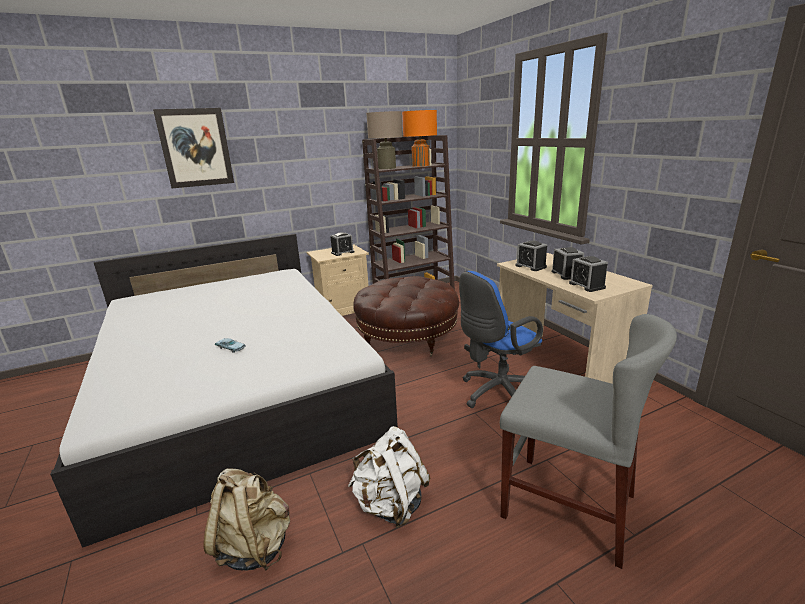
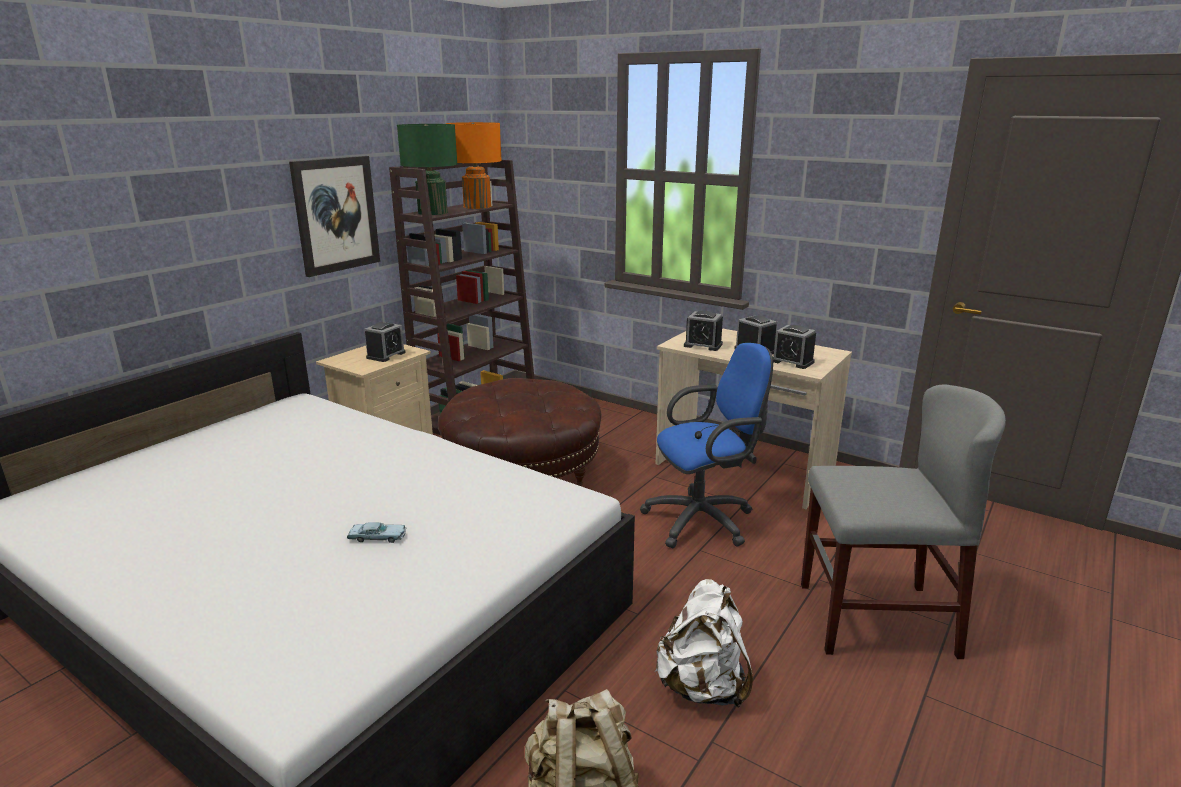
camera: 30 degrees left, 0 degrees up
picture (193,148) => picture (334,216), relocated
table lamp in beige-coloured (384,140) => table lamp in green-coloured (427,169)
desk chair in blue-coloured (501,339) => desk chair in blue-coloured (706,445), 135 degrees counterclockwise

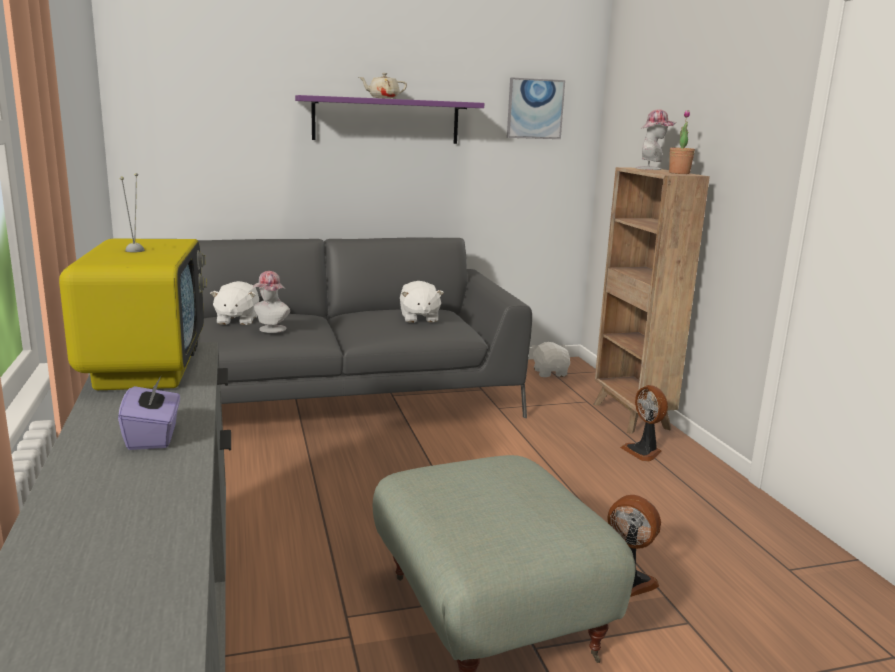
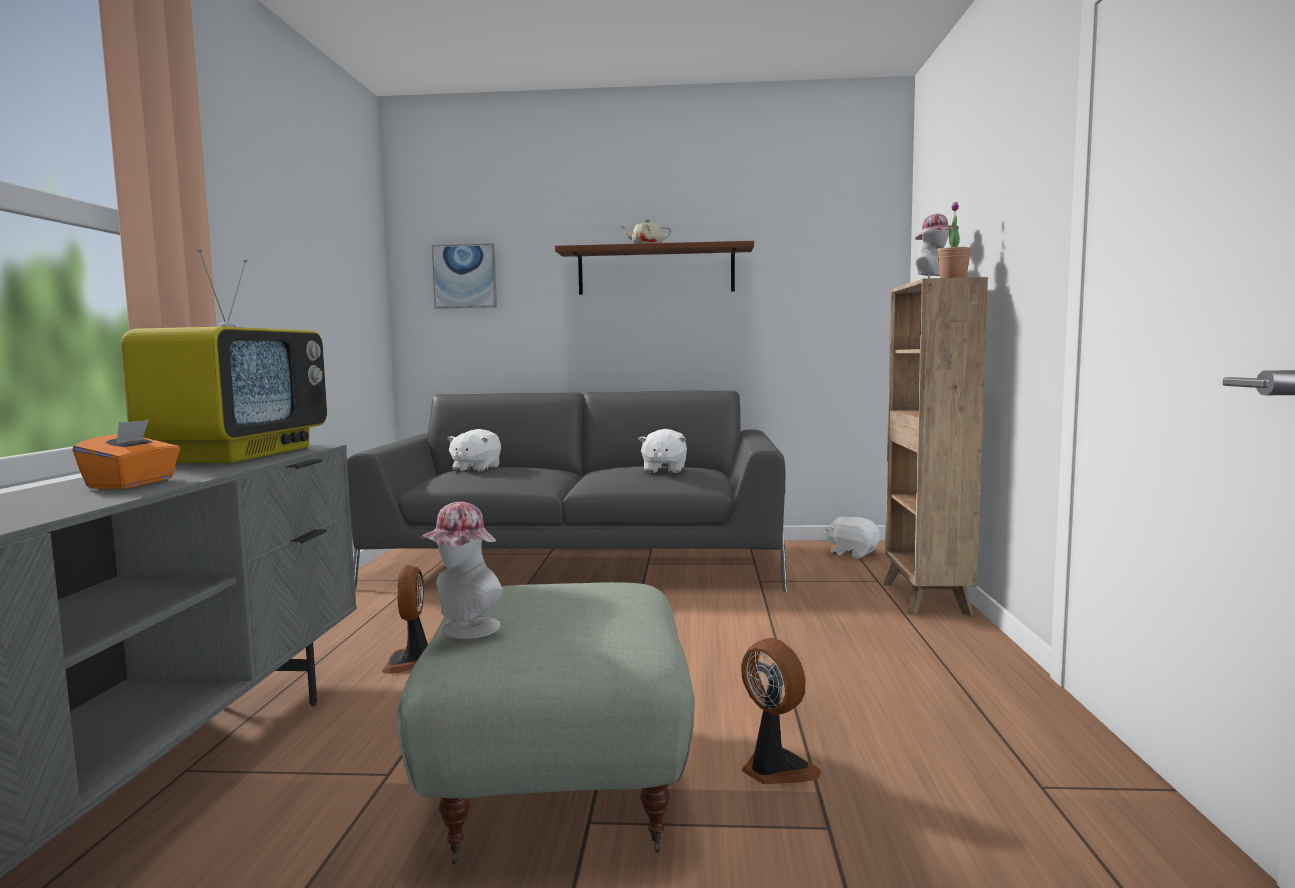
camera: 20 degrees right, 10 degrees down
clothing hat (271,302) => clothing hat (461,570), relocated
picture (536,108) => picture (464,276), relocated
cooling fan (644,423) => cooling fan (405,619), relocated
tissue box in purplish (149,413) => tissue box in orangey (126,454)
shelf in purplish (389,119) => shelf in brown-coloured (654,268)
cuddly toy in whitish (550,359) => cuddly toy in whitish (852,537), 60 degrees counterclockwise

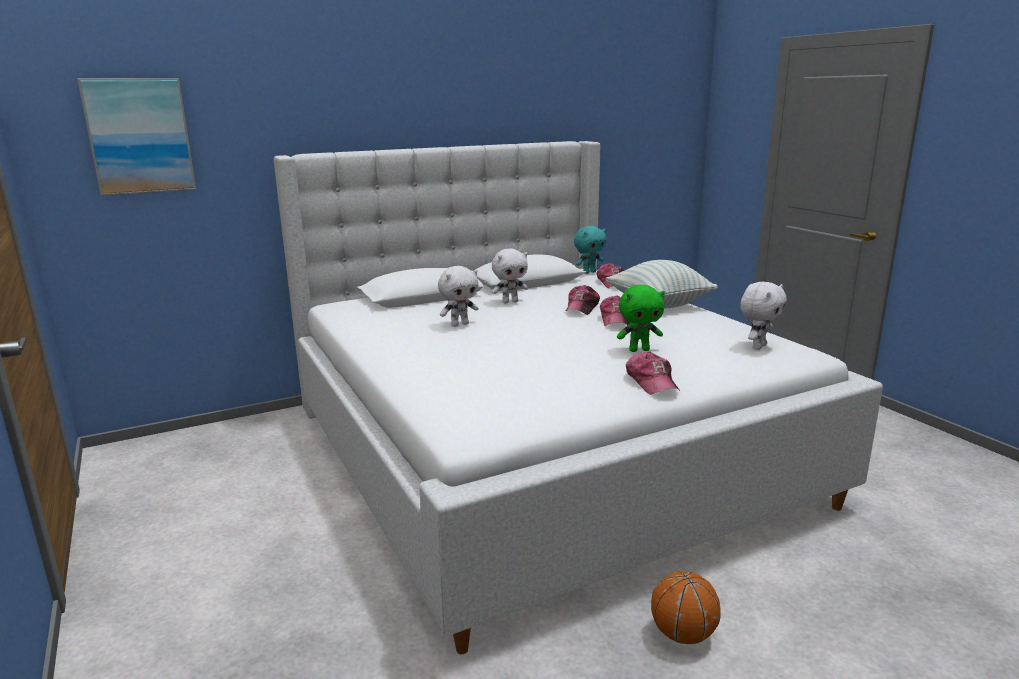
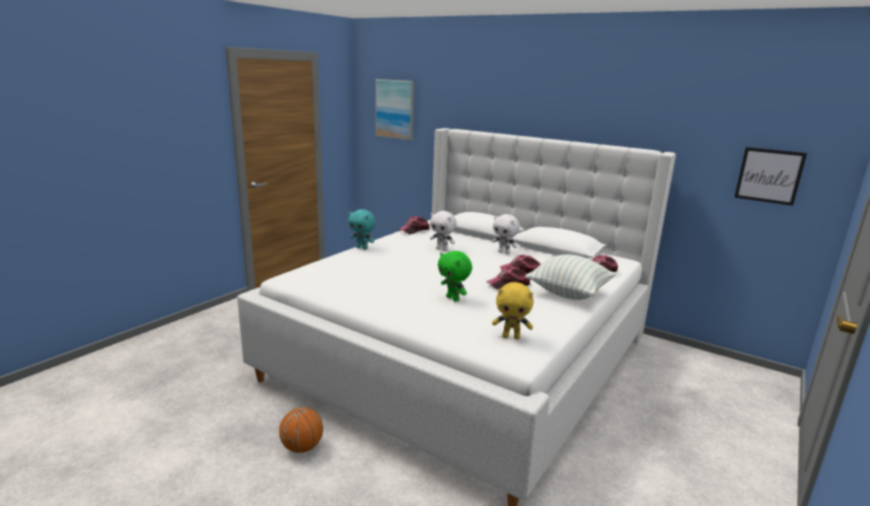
camera: 60 degrees right, 0 degrees up
nothing => picture (770,176)
cuddly toy in turquoise (590,250) => cuddly toy in turquoise (362,229), relocated
baseball cap (653,373) => baseball cap (414,225), relocated
cuddly toy in whitish (763,316) => cuddly toy in yellow (513,310)

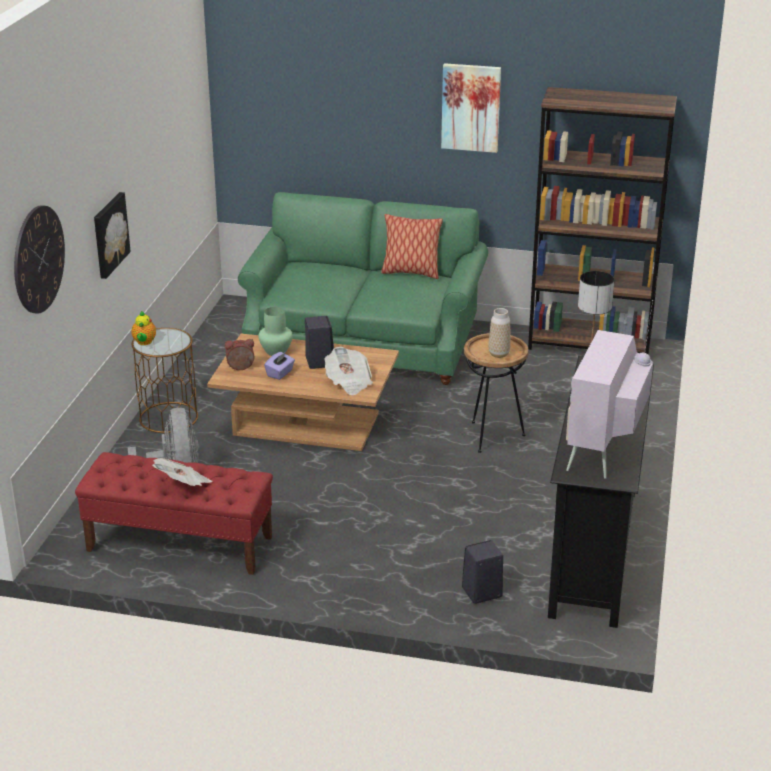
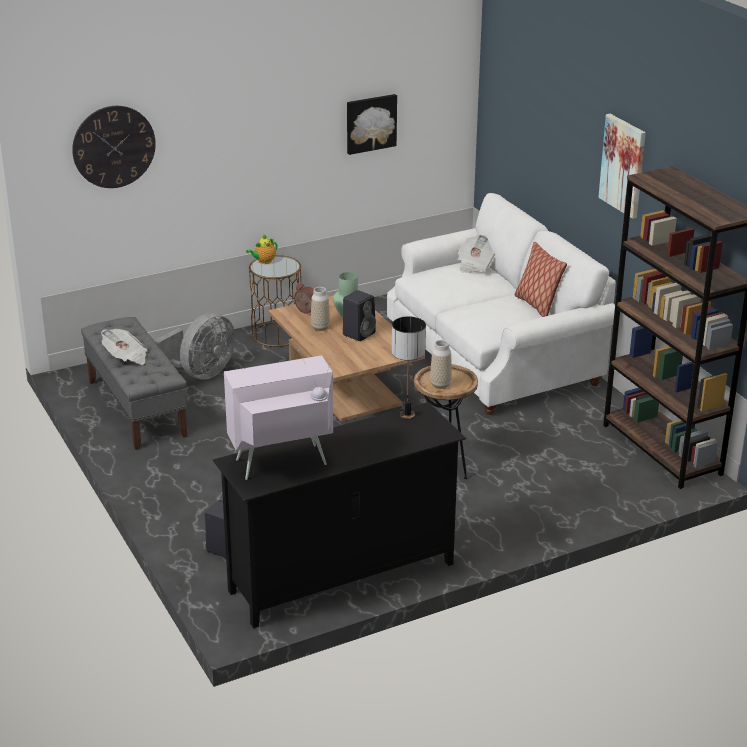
camera: 50 degrees right, 0 degrees up
picture (112,235) => picture (372,124), relocated
daily paper (348,371) => daily paper (476,254), relocated
tissue box in purplish (279,366) => vase (320,309)
bench in reddish (174,513) => bench in gray (134,383)
settee in green-coloured (363,288) => settee in whitish (501,304)

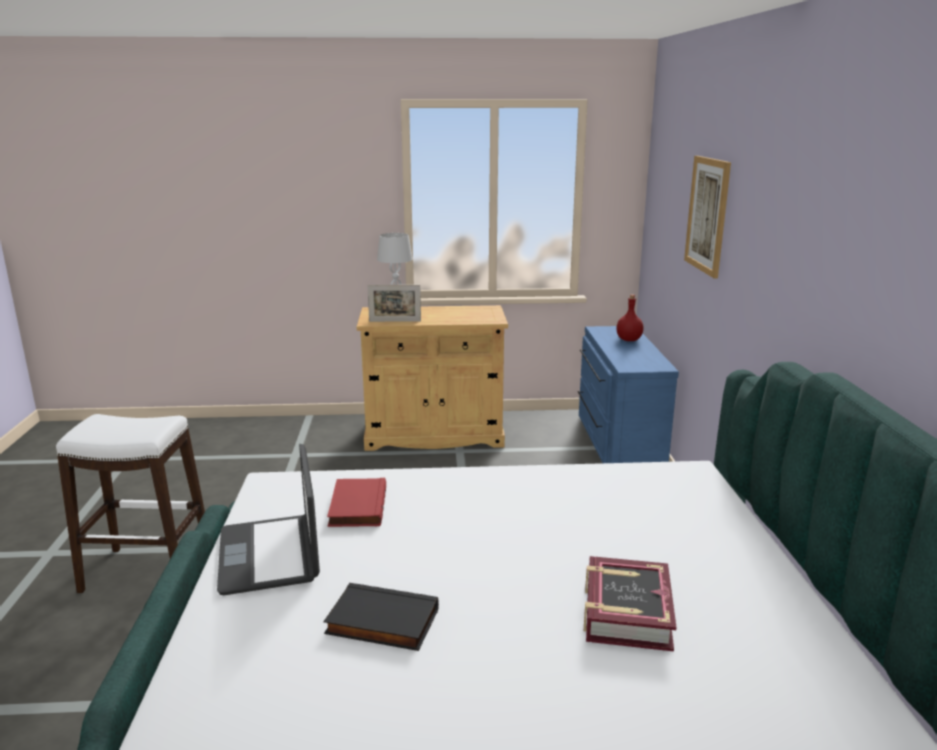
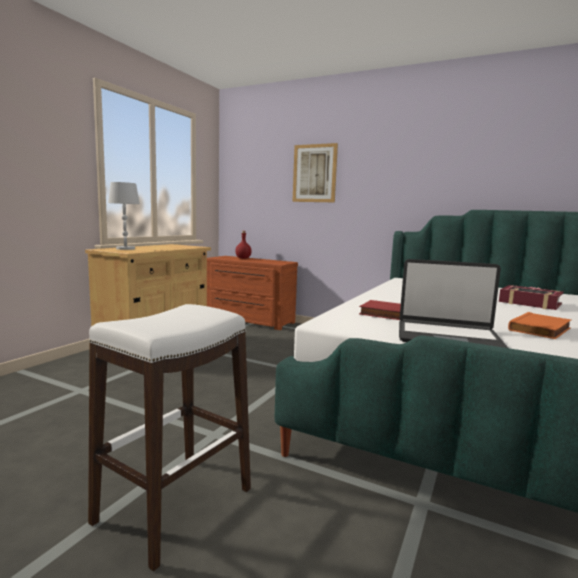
camera: 60 degrees left, 10 degrees down
standing frame (394,303) => nothing
volume in black-coloured (381,617) => volume in orangey (539,325)
chest of drawers in blue-coloured (628,394) => chest of drawers in brown-coloured (252,293)

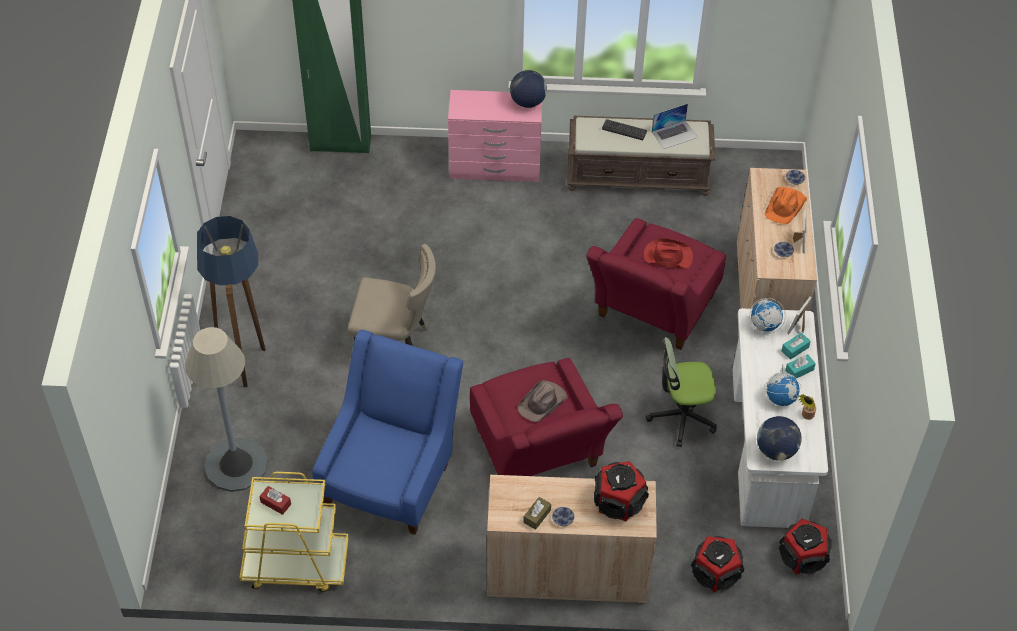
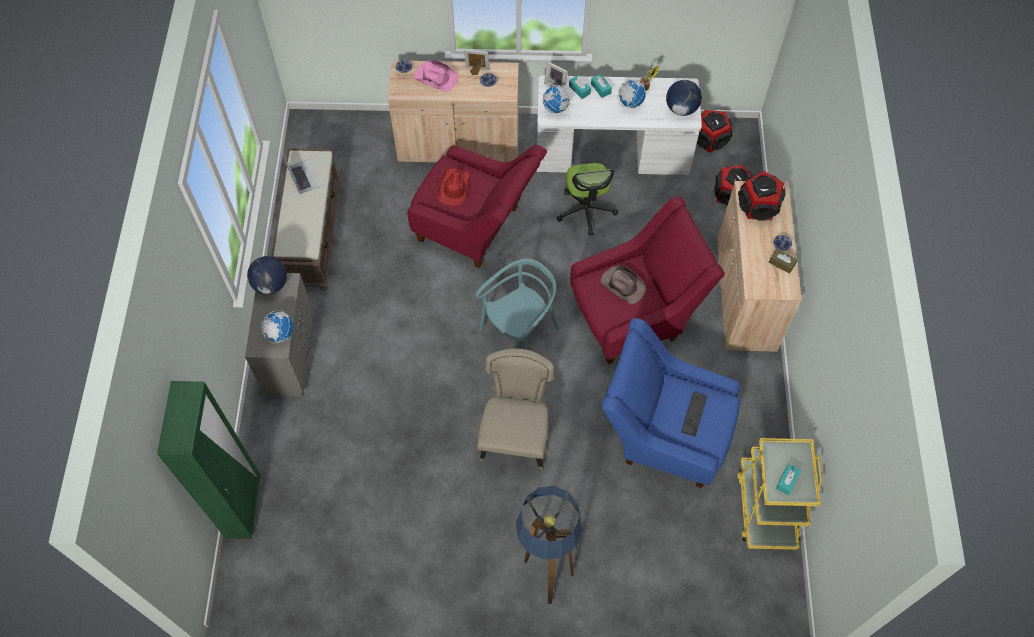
camera: 90 degrees left, 10 degrees up
standard lamp in gray (226,409) => nothing
nothing => globe (277,326)
nothing => plain chair in turquoise (517,304)
keyboard (624,129) => keyboard (694,414), relocated
tissue box in reddish (275,500) => tissue box in turquoise (788,479)
chest of drawers in pinkish (495,136) => chest of drawers in gray (279,335)
clothing hat in orangey (786,205) => clothing hat in pinkish (436,76)

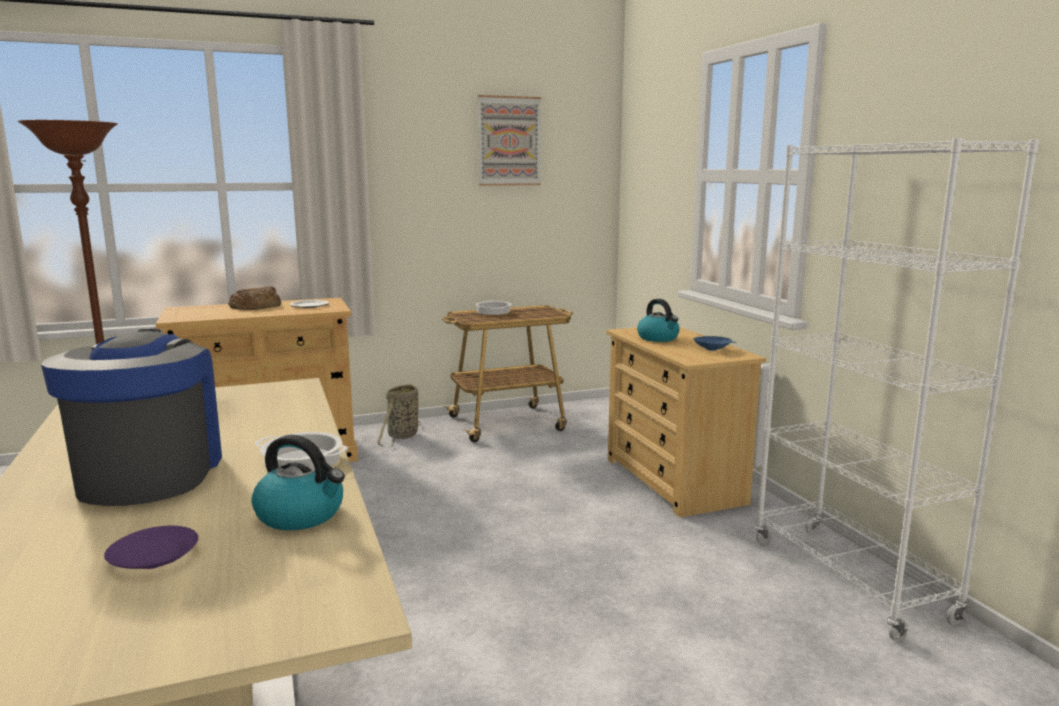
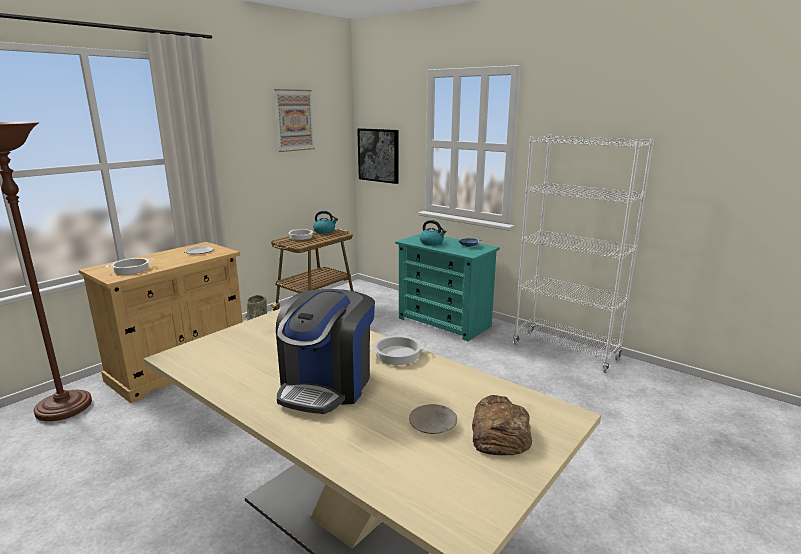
camera: 30 degrees left, 5 degrees up
nothing => stockpot (130,266)
nothing => picture (378,156)
bread (254,298) => bread (502,425), relocated
tea kettle (298,482) => tea kettle (325,222), relocated
plate in purplish (151,547) => plate in beige-coloured (433,419)
chest of drawers in beige-coloured (686,422) => chest of drawers in turquoise (447,287)
coffee machine (131,417) => coffee machine (325,351), 120 degrees counterclockwise

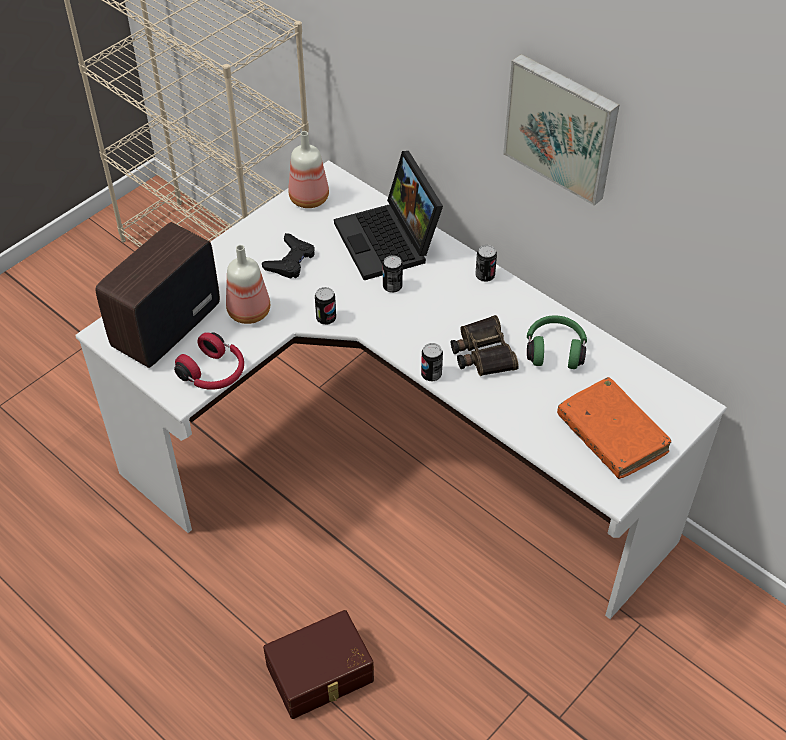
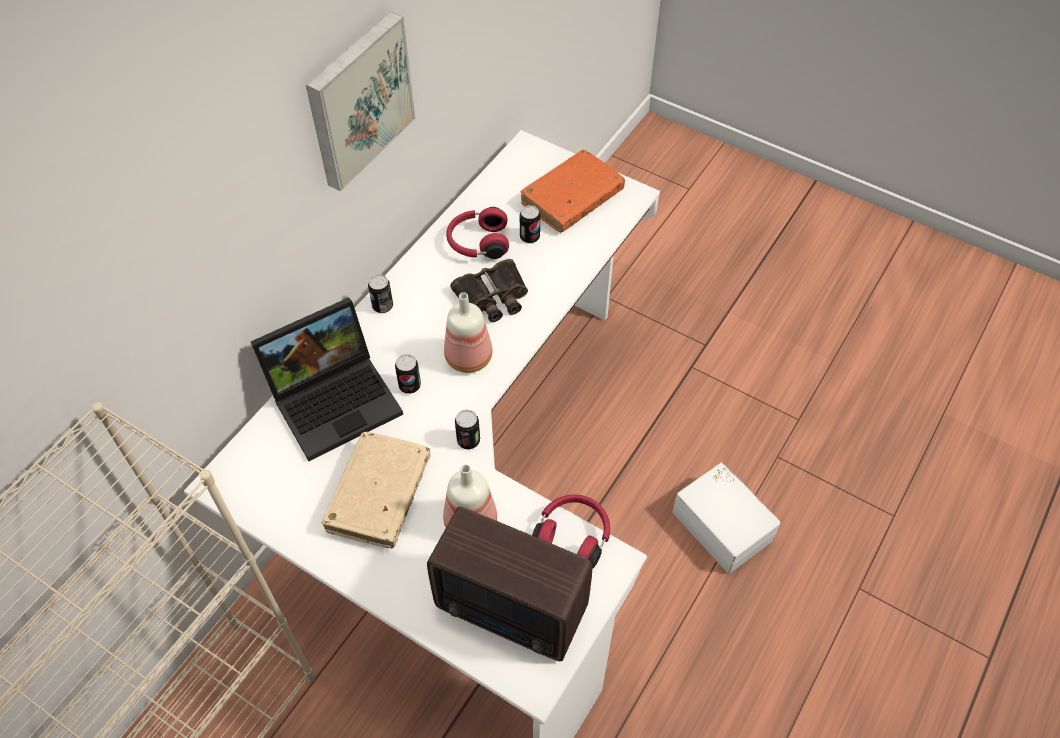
camera: 100 degrees left, 5 degrees up
beverage bottle (308,169) => beverage bottle (468,332), relocated
metal can (432,362) => metal can (530,224), relocated
game controller in black-coloured (288,256) => volume in beige-coloured (376,490)
storage container in brown-coloured (318,664) => storage container in whitish (727,518)
headphones in green-coloured (557,342) => headphones in reddish (477,233)

